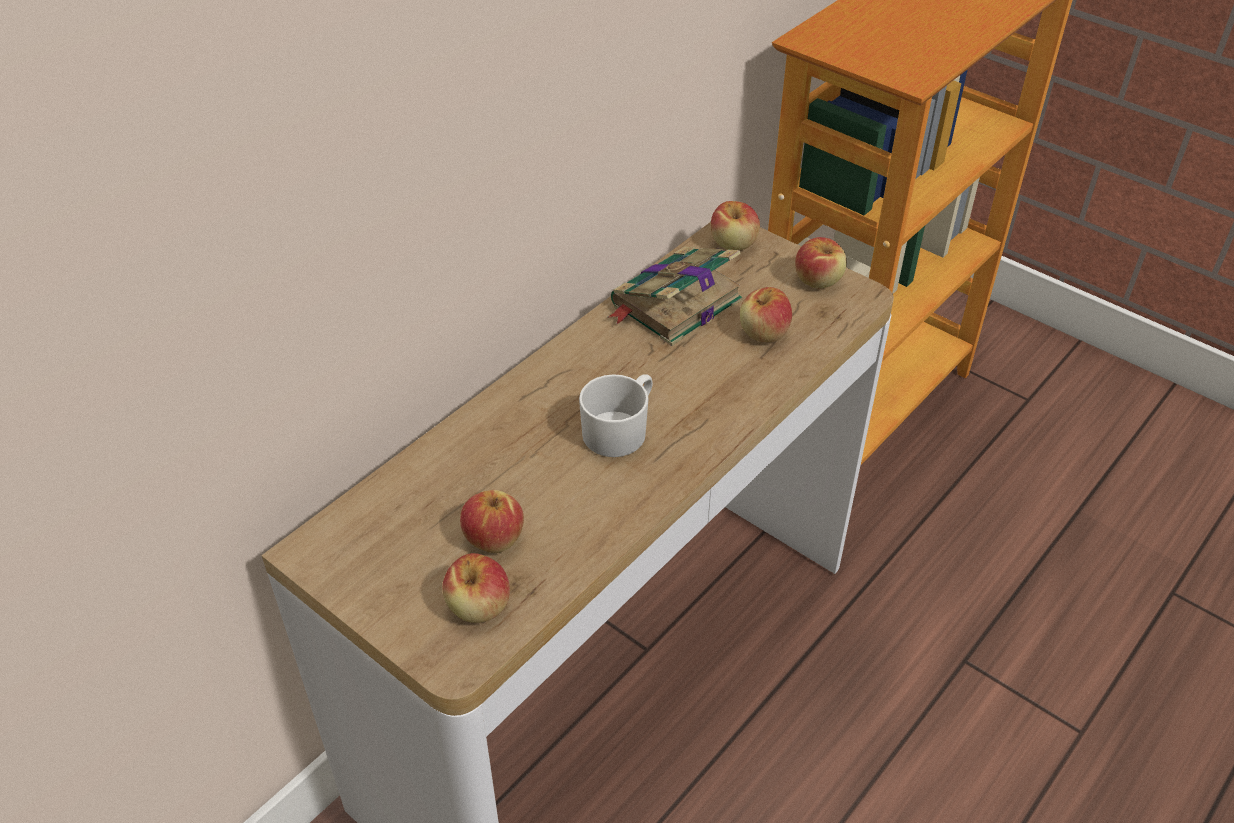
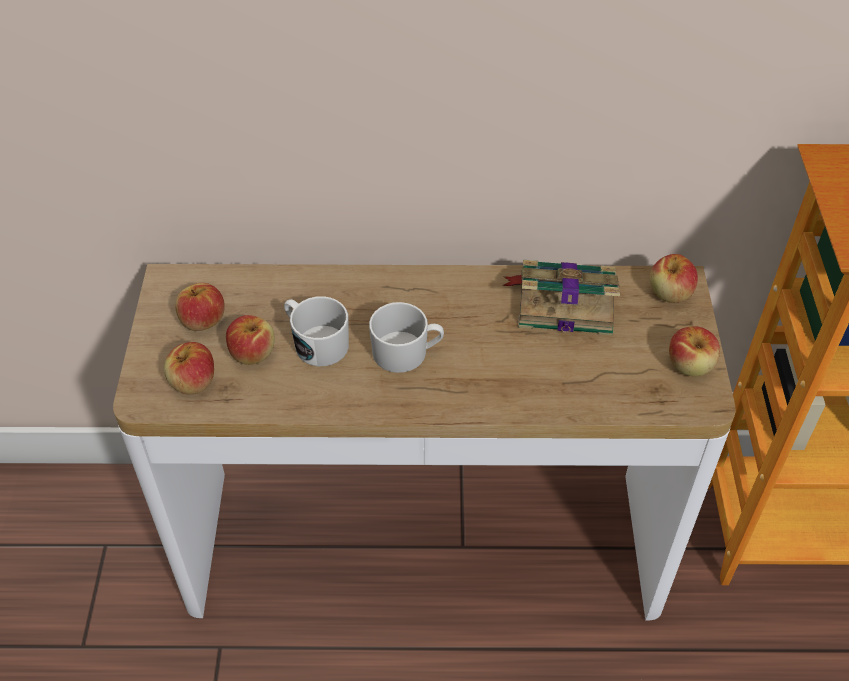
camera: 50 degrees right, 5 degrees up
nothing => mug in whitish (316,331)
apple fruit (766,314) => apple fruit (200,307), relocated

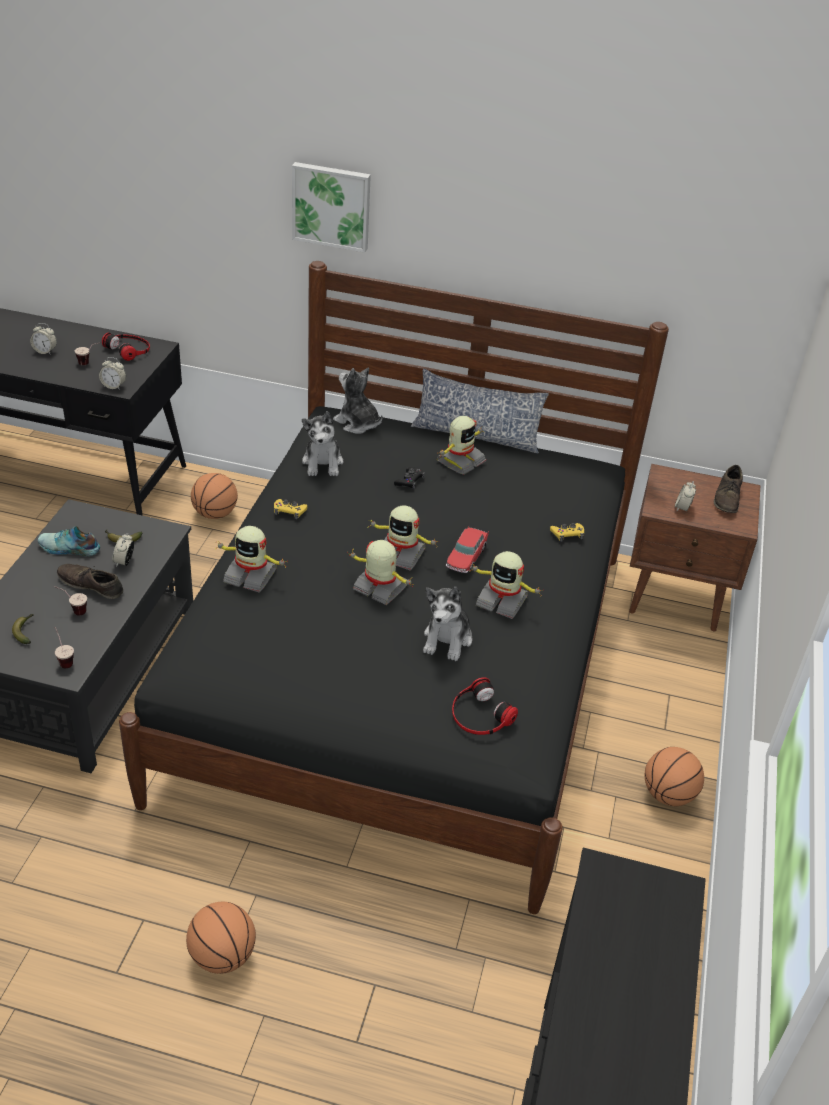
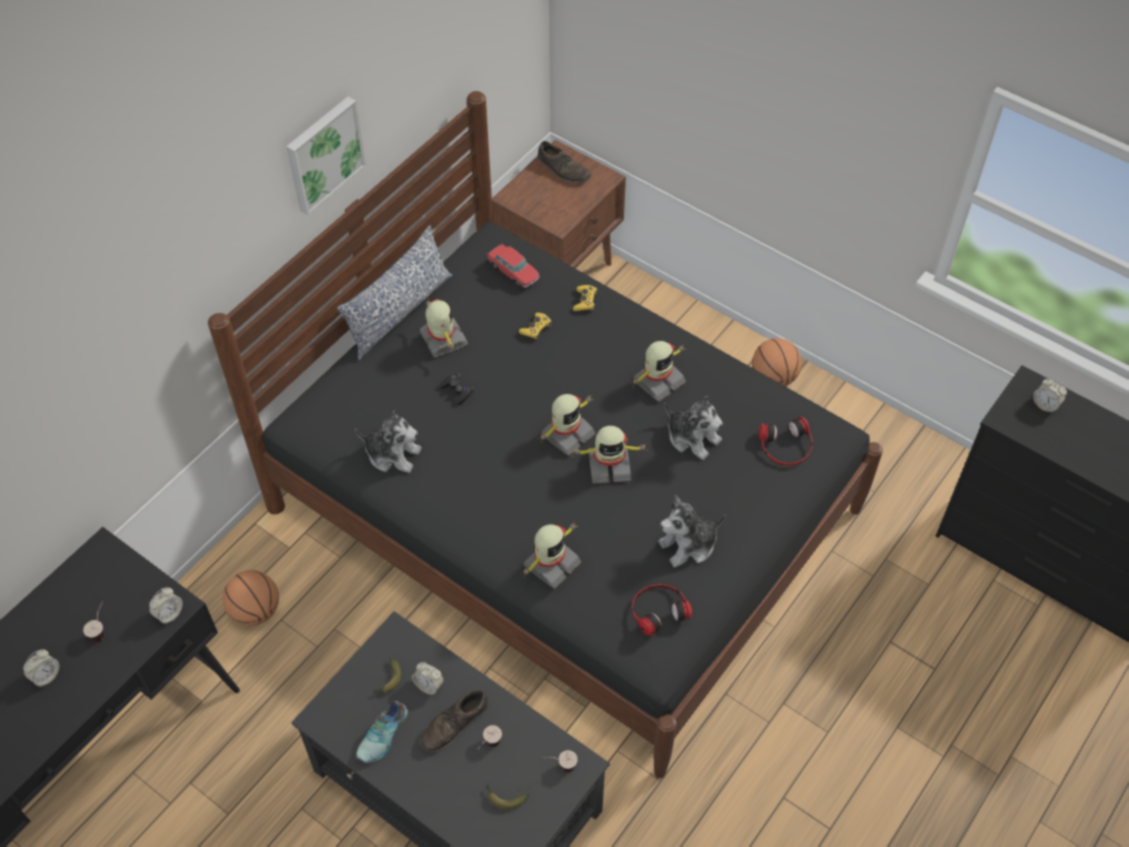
camera: 65 degrees left, 15 degrees up
basketball (221,938) => nothing
headphones (126,347) => headphones (662,610), relocated
game controller in yellow (290,509) => game controller in yellow (535,326), relocated
picture (331,207) => picture (326,156), relocated
cuddly toy (358,400) => cuddly toy (692,531), relocated
model car (467,549) => model car (513,265), relocated
alarm clock (685,496) => alarm clock (1050,395), relocated
robot figure (380,572) => robot figure (609,454), 150 degrees counterclockwise

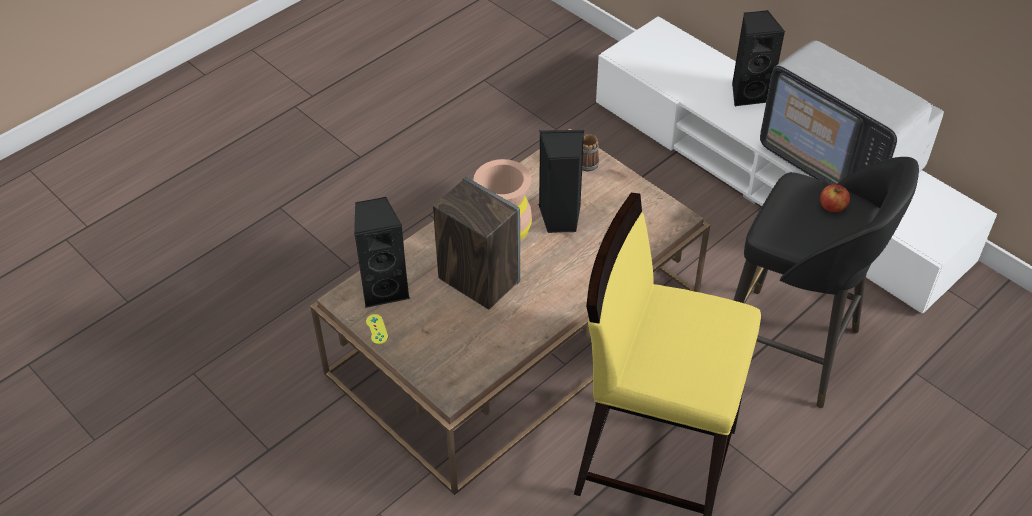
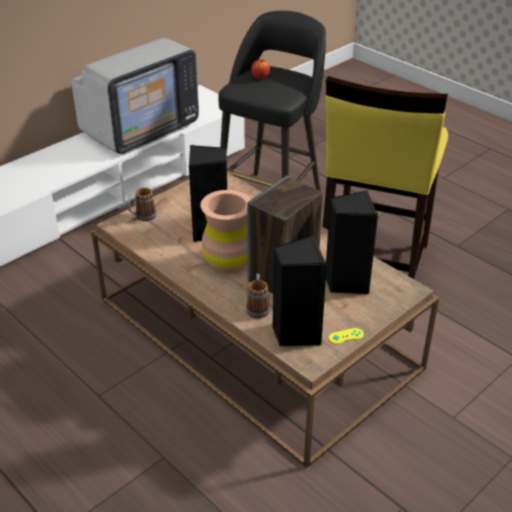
camera: 90 degrees left, 10 degrees down
nothing => mug (258,296)
speaker in black-coloured (758,58) => speaker in black-coloured (352,242), relocated

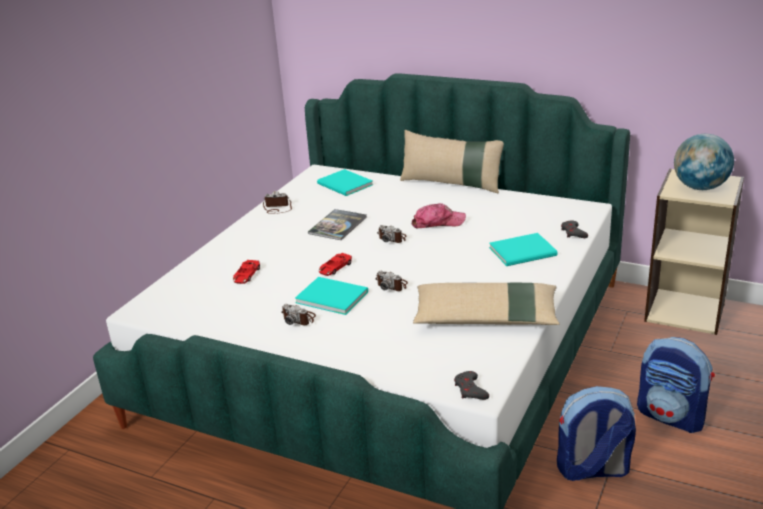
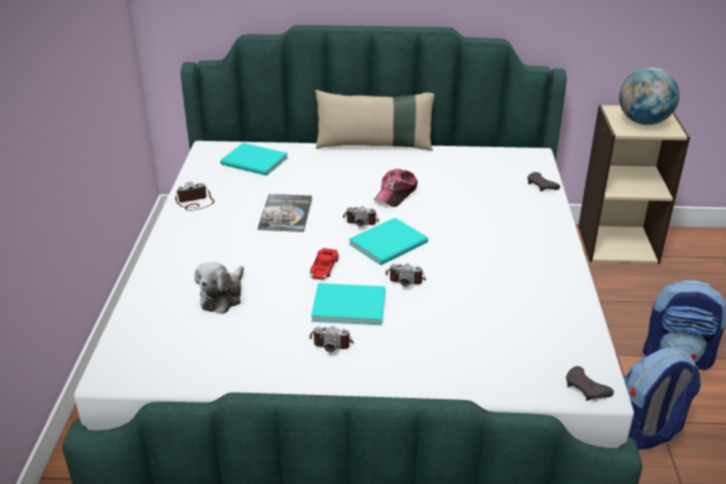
camera: 25 degrees left, 5 degrees up
cushion in beige-coloured (486,304) => nothing
volume in turquoise (523,249) => volume in turquoise (388,241), relocated
model car in reddish (246,272) => cuddly toy (219,288)
baseball cap (439,215) => baseball cap (396,188), 150 degrees clockwise

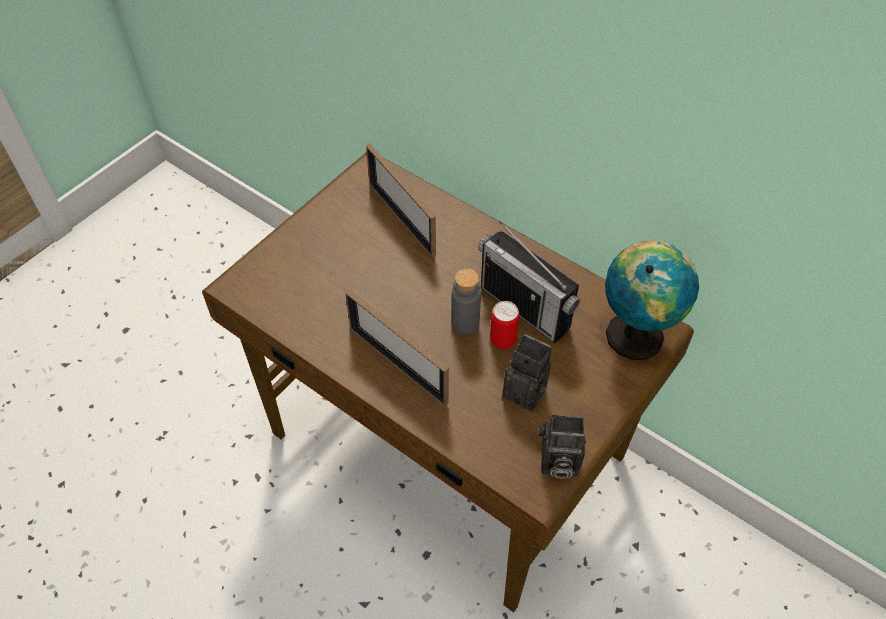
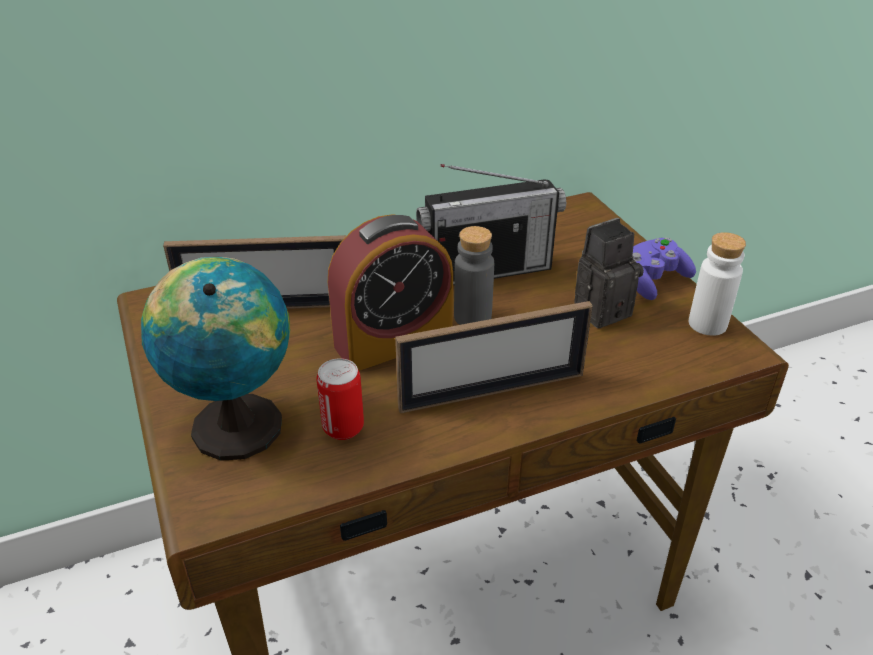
camera: 60 degrees left, 15 degrees down
nothing => alarm clock (390,292)
nothing => game controller in purplish (664,269)
metal can (504,325) => metal can (340,399), relocated
globe (652,300) => globe (215,359), relocated
still camera (562,447) => beverage bottle in whitish (717,284)

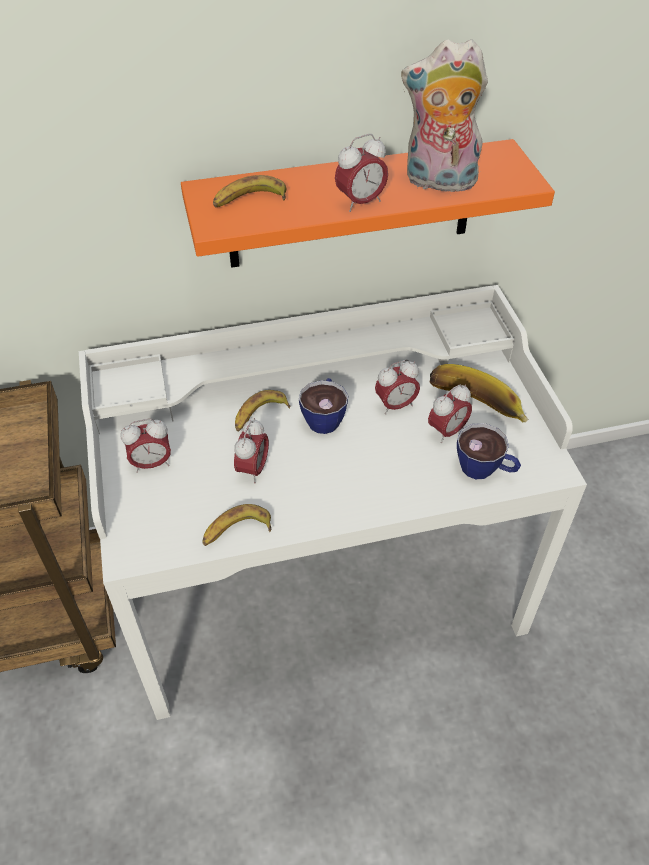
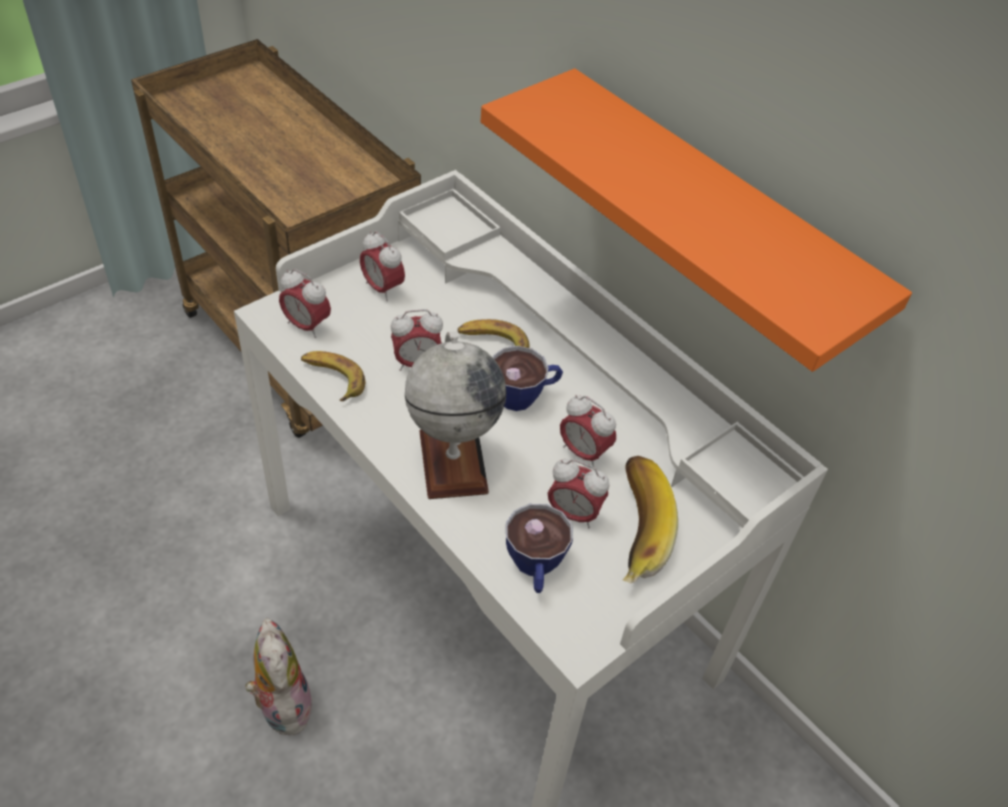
camera: 60 degrees right, 0 degrees up
banana fruit (249,191) => nothing
nothing => globe (455,415)
alarm clock (361,173) => alarm clock (305,303), relocated
cuddly toy (444,117) => cuddly toy (280,676), relocated

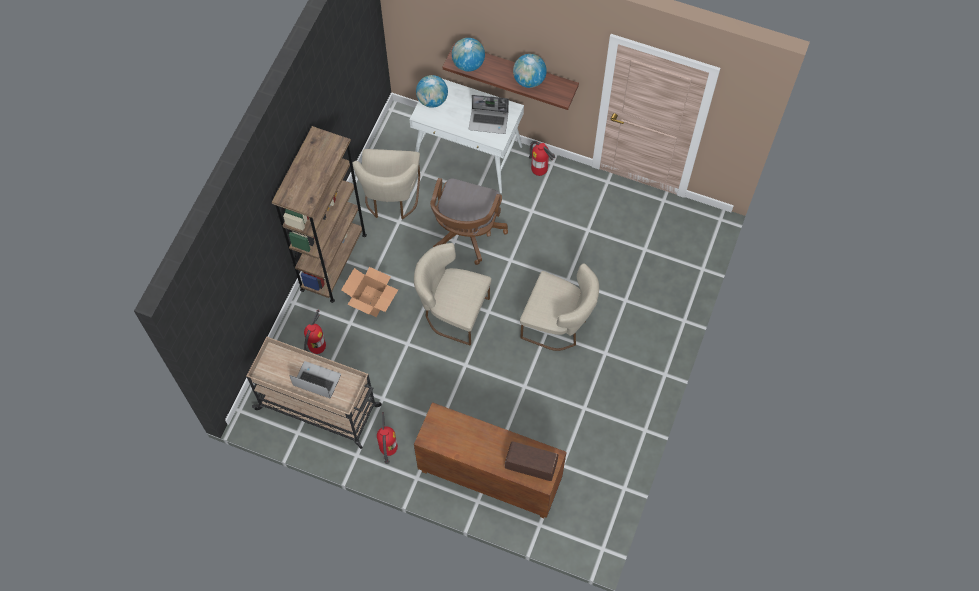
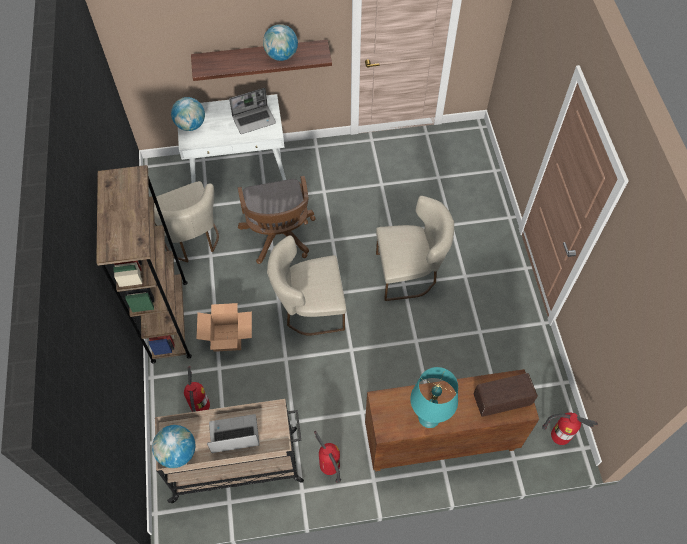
camera: 30 degrees left, 5 degrees down
nothing => table lamp in turquoise (434,397)
globe (468,55) => globe (173,446), relocated
extinguisher (542,158) => extinguisher (570,429), relocated

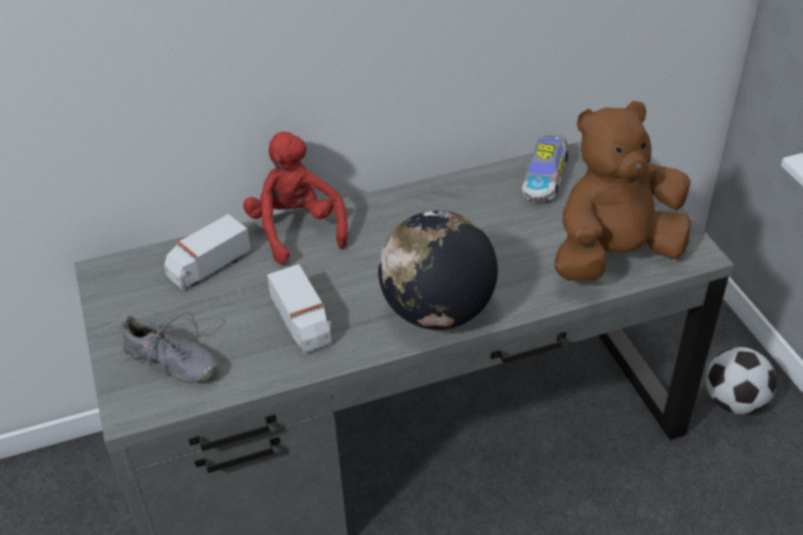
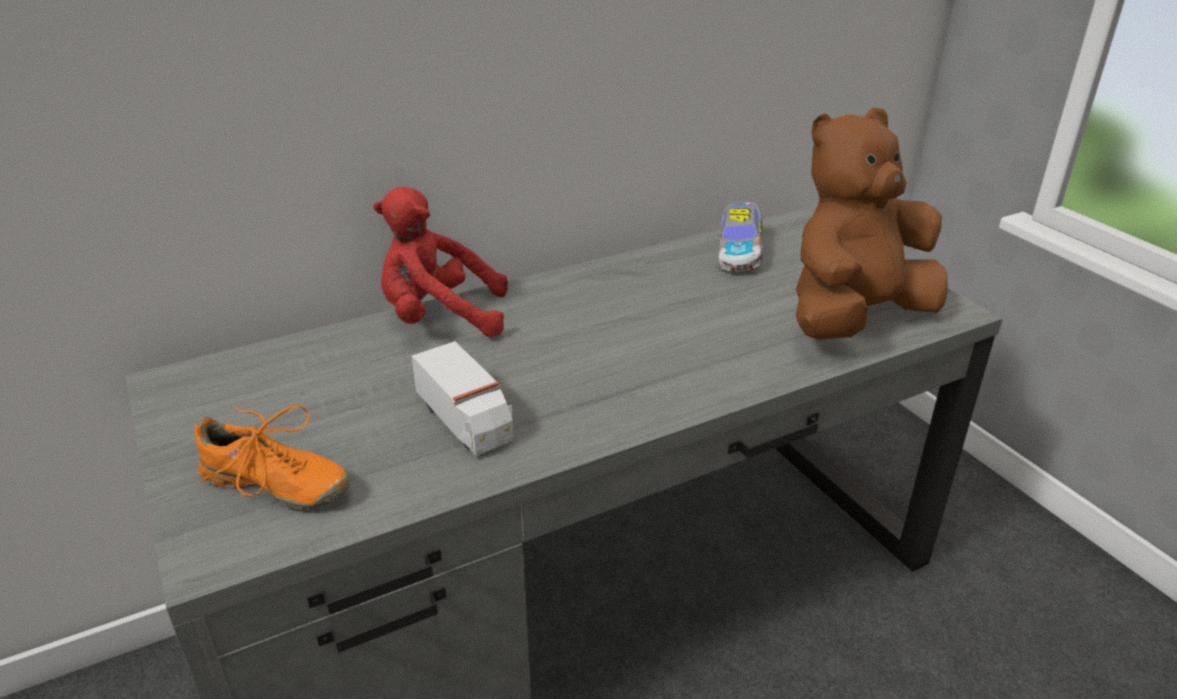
camera: 10 degrees left, 10 degrees down
toy truck (207,252) => nothing
globe (438,270) => nothing
football (741,381) => nothing
low shoe in gray (169,345) => low shoe in orangey (272,457)
cuddly toy in reddish (295,198) => cuddly toy in reddish (441,262), 60 degrees counterclockwise

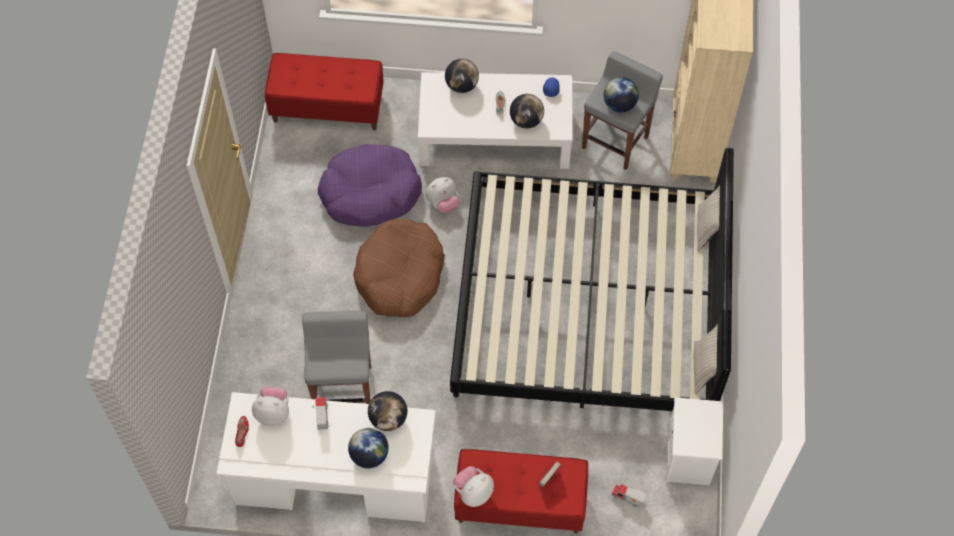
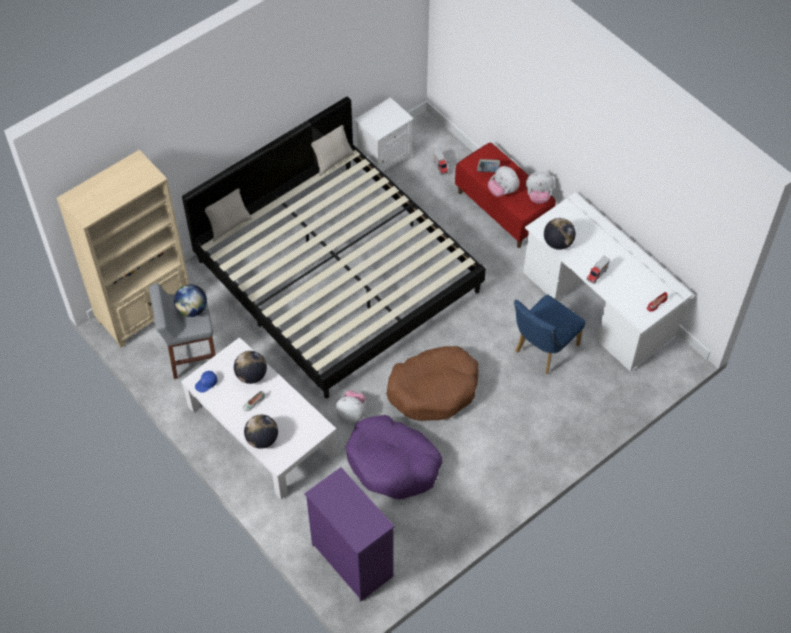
camera: 135 degrees left, 5 degrees down
globe (368,448) => nothing
cuddly toy (270,406) => cuddly toy (503,181), relocated
bench in reddish (324,91) => chest of drawers in purplish (350,534)
stool in gray (336,357) => plain chair in blue-coloured (550,334)

